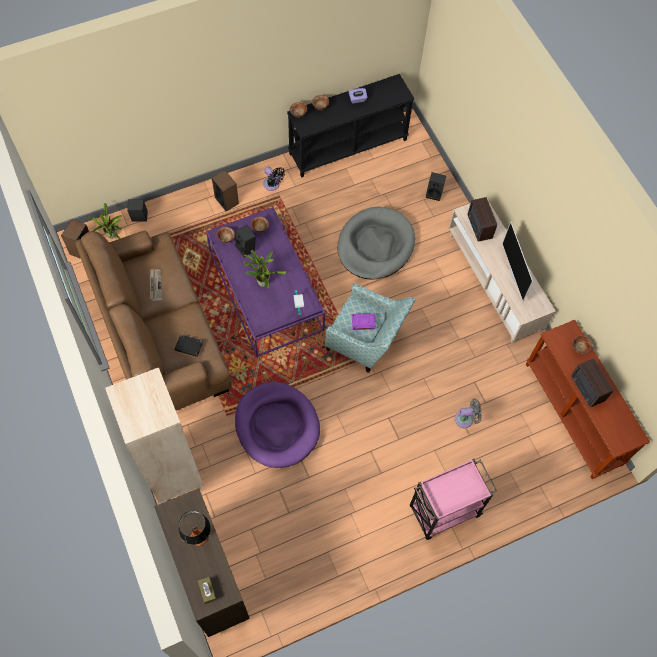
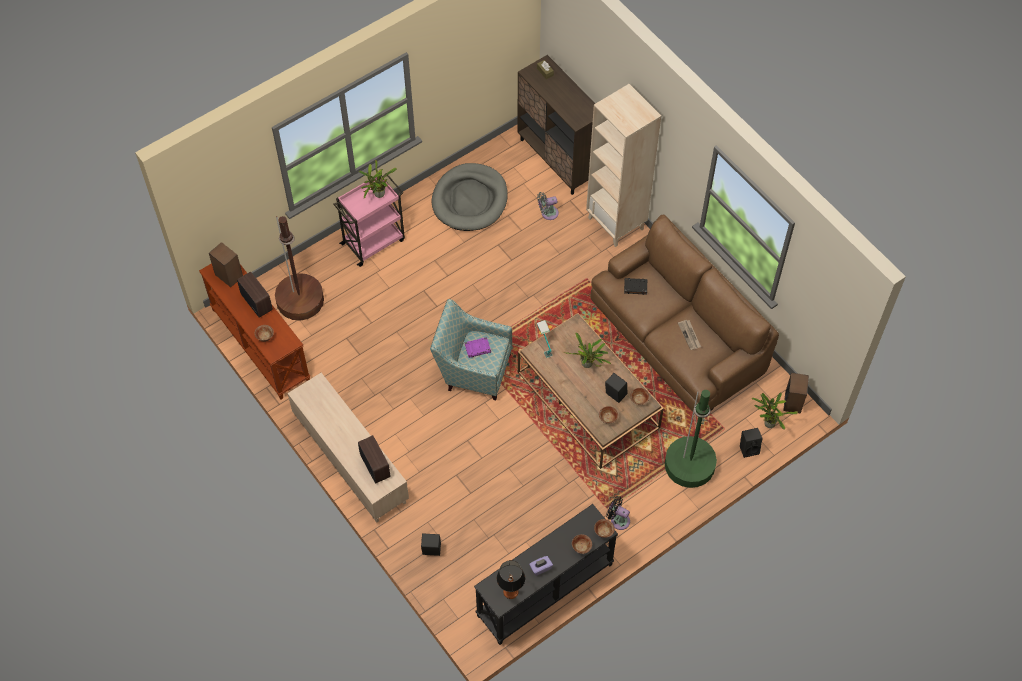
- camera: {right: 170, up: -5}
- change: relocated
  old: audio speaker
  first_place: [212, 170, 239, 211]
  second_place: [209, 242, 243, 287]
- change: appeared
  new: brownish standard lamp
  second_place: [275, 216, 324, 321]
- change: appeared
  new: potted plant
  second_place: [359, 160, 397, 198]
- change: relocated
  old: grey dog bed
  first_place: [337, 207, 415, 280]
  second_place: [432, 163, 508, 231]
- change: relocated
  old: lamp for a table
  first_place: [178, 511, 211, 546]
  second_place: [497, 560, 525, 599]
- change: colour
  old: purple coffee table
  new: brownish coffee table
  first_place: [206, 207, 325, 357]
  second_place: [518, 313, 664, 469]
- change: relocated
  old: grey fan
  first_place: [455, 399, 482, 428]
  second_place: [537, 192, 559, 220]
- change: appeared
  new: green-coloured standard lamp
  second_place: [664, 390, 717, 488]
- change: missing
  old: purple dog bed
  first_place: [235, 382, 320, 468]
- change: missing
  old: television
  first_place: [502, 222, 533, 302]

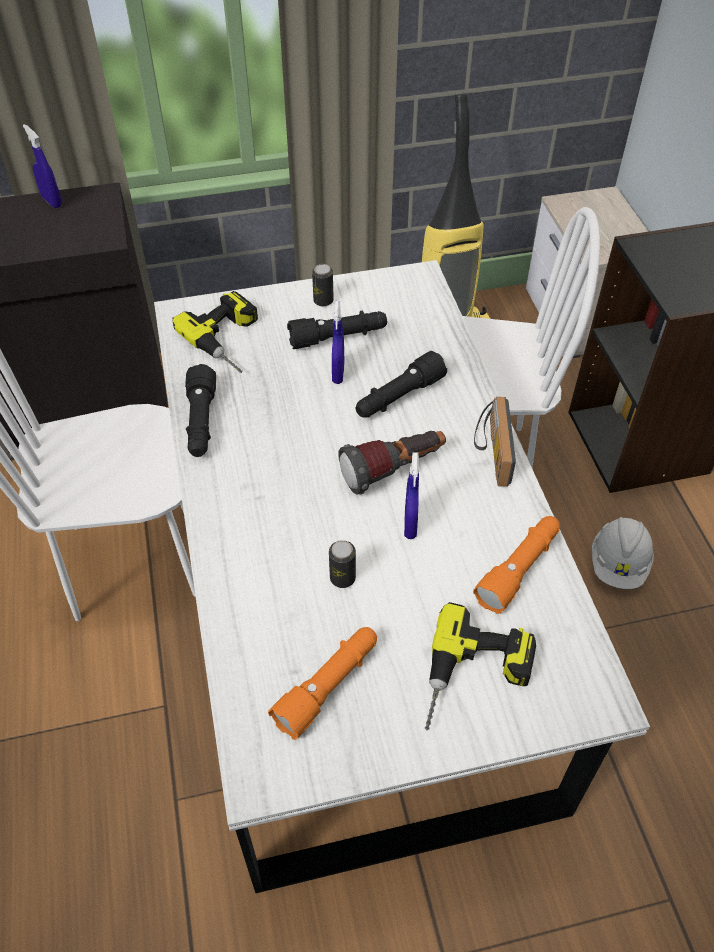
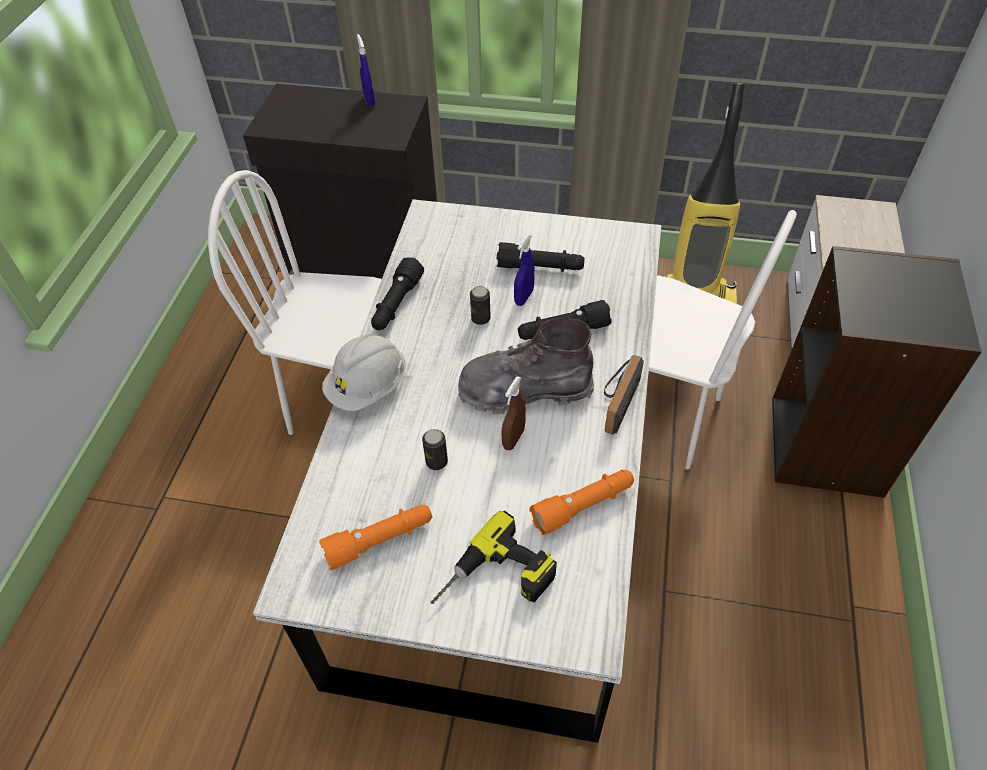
- camera: {right: 25, up: 0}
- change: relocated
  old: white hard hat
  first_place: [592, 517, 654, 589]
  second_place: [322, 333, 406, 411]
- change: exchanged
  old: hand torch
  new: grey boot
  first_place: [338, 431, 446, 495]
  second_place: [458, 318, 594, 414]
- change: relocated
  old: sealed can
  first_place: [312, 264, 334, 307]
  second_place: [470, 286, 491, 325]
- change: colour
  old: bluish hand sprayer
  new: brownish hand sprayer
  first_place: [404, 452, 419, 539]
  second_place: [502, 376, 526, 450]
- change: missing
  old: power drill
  first_place: [172, 291, 258, 373]

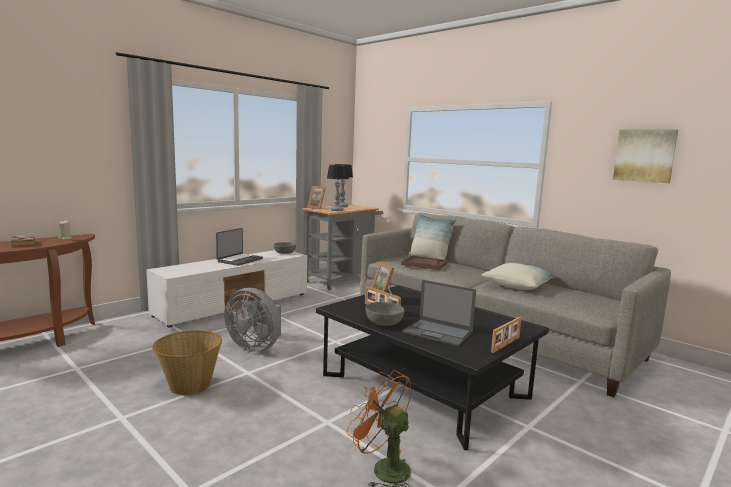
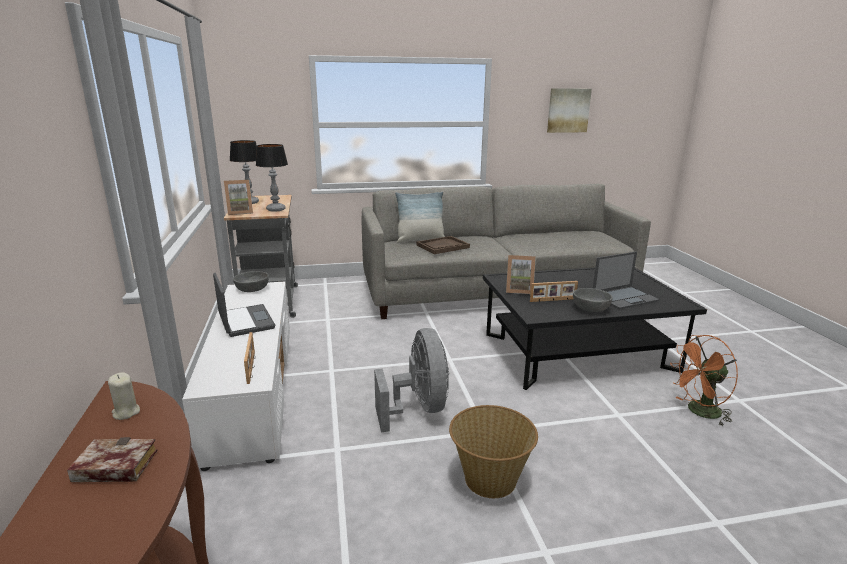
- camera: {right: -55, up: 10}
- change: relocated
  old: standing frame
  first_place: [491, 317, 522, 353]
  second_place: [244, 332, 256, 384]
- change: spun
  old: grey fan
  first_place: [224, 288, 281, 352]
  second_place: [374, 328, 449, 432]
  degrees: -75
- change: missing
  old: throw pillow
  first_place: [482, 262, 556, 290]

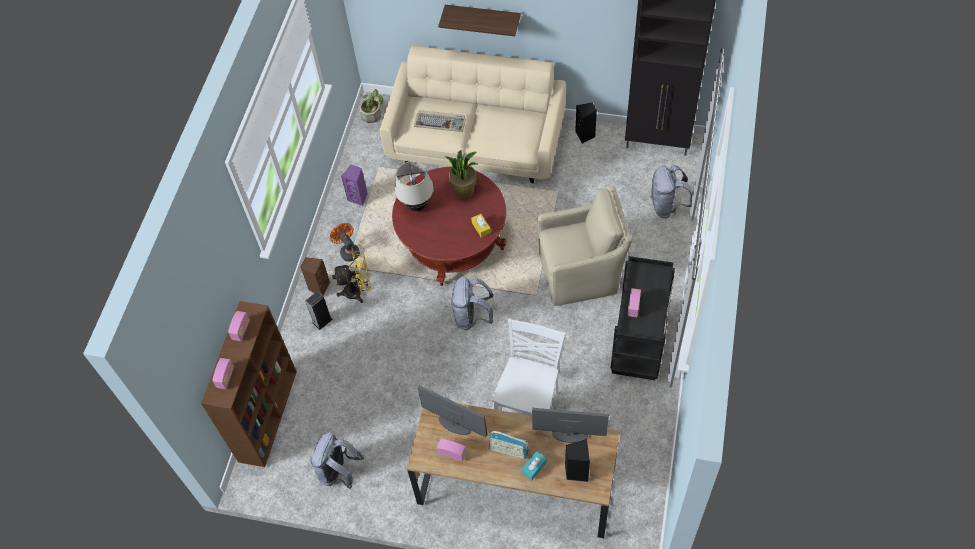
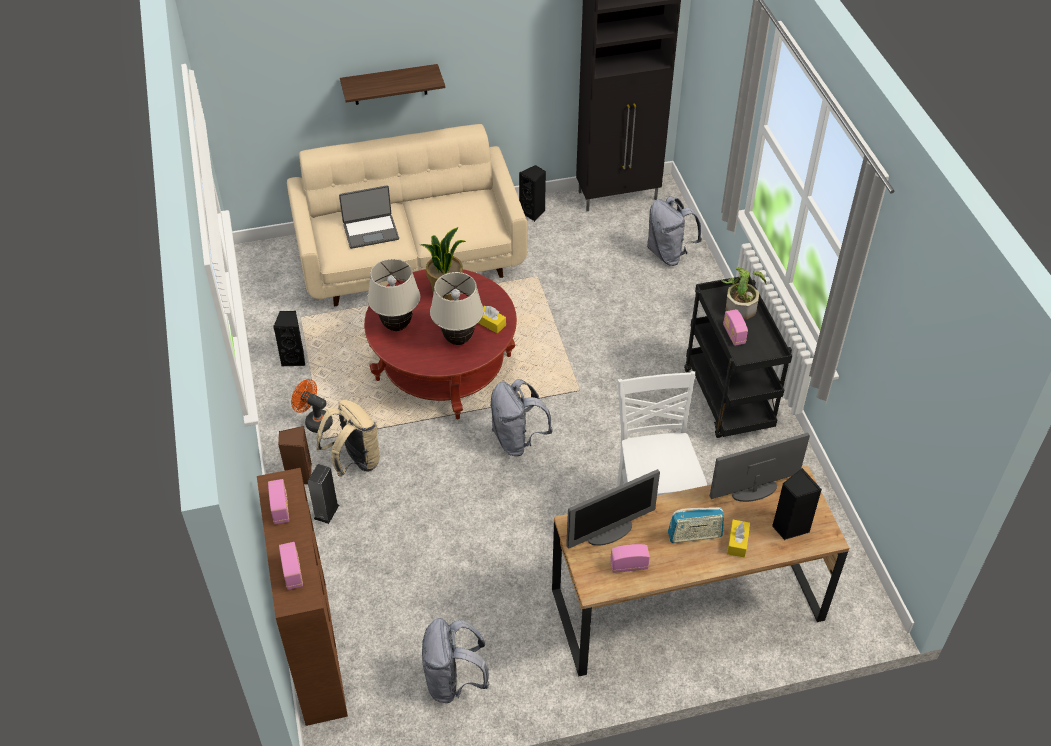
- camera: {right: -30, up: -10}
- change: colour
  old: purple audio speaker
  new: black-coloured audio speaker
  first_place: [341, 165, 368, 206]
  second_place: [273, 311, 305, 366]
- change: exchanged
  old: yellowish fan
  new: beige-coloured backpack
  first_place: [332, 251, 371, 303]
  second_place: [316, 400, 380, 477]
- change: exchanged
  old: computer keyboard
  new: laptop
  first_place: [414, 110, 466, 132]
  second_place: [339, 185, 399, 249]
- change: appeared
  new: beige-coloured lamp for a table
  second_place: [430, 272, 484, 345]
- change: spun
  old: computer screen
  first_place: [418, 386, 487, 437]
  second_place: [566, 469, 660, 549]
  degrees: 150
- change: relocated
  old: potted plant
  first_place: [359, 89, 383, 123]
  second_place: [721, 267, 766, 320]
- change: colour
  old: turquoise-coloured box of tissues
  new: yellowish box of tissues
  first_place: [522, 451, 547, 480]
  second_place: [727, 520, 750, 557]
- change: missing
  old: beige-coloured lounge chair
  first_place: [538, 186, 632, 306]

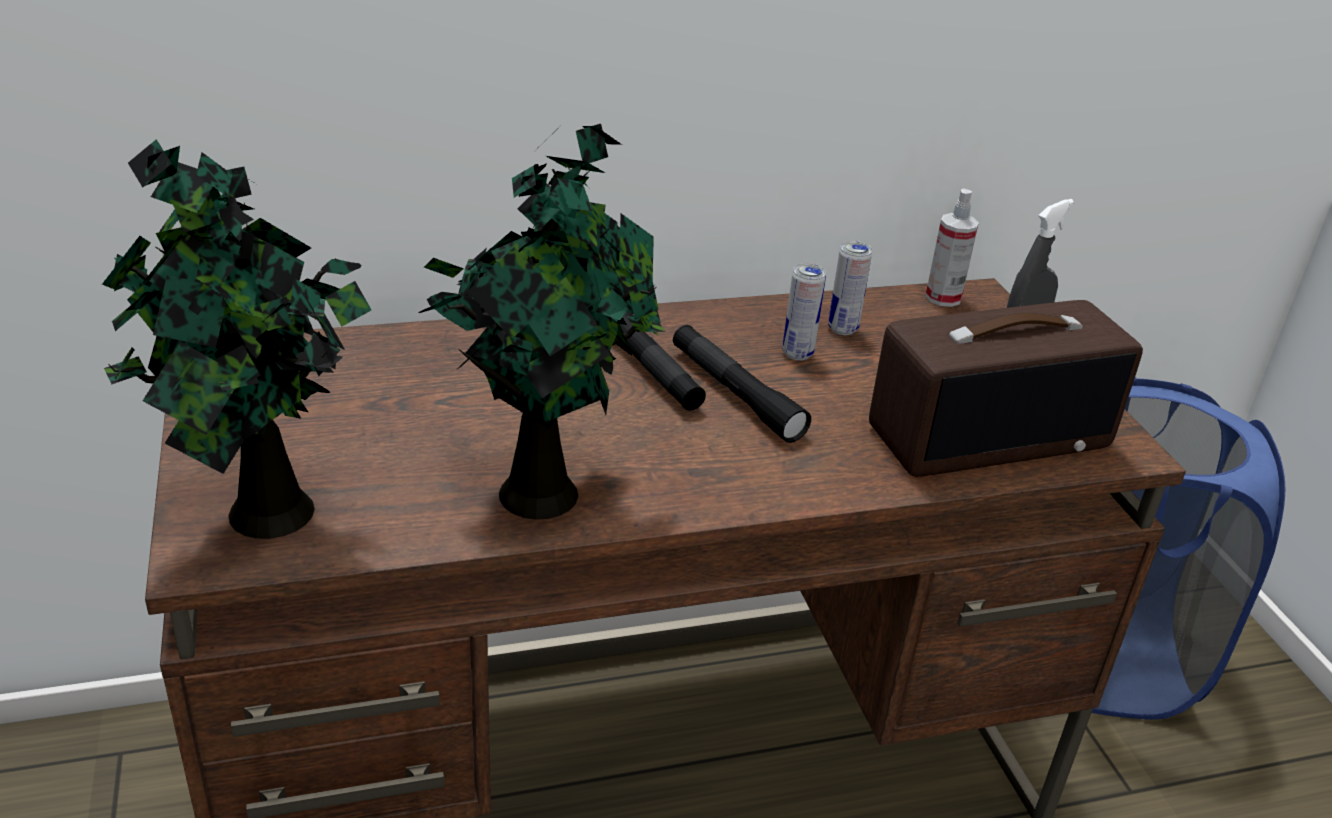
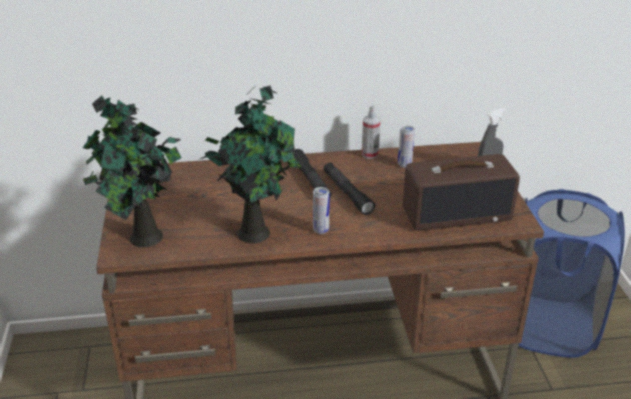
- camera: {right: 10, up: 0}
- change: relocated
  old: sealed can
  first_place: [782, 263, 826, 360]
  second_place: [313, 187, 330, 234]
- change: relocated
  old: hand sprayer
  first_place: [925, 188, 979, 307]
  second_place: [362, 105, 380, 159]

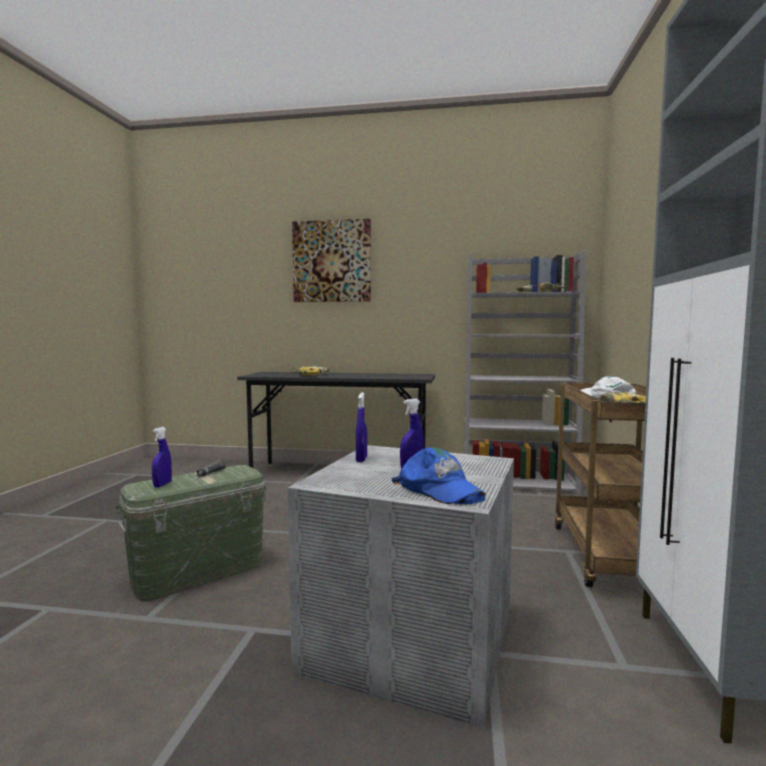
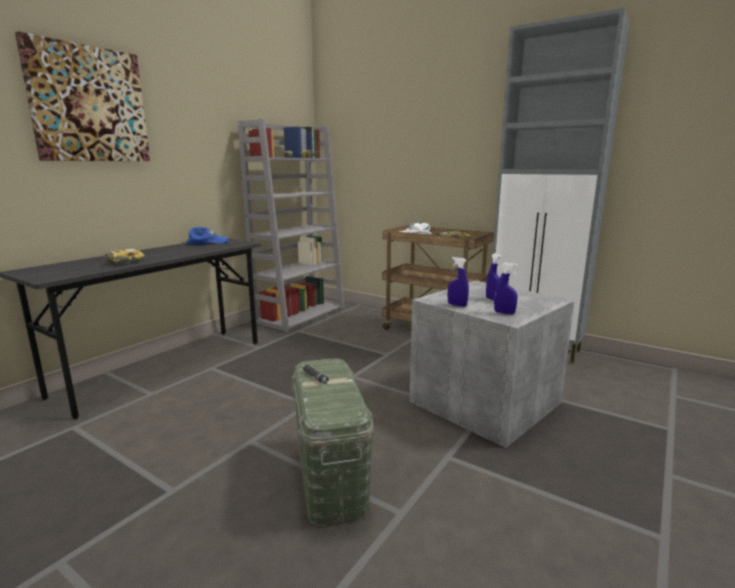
- camera: {right: -65, up: 10}
- change: relocated
  old: bluish peaked cap
  first_place: [391, 447, 486, 504]
  second_place: [186, 227, 229, 245]
- change: relocated
  old: bluish hand sprayer
  first_place: [152, 427, 172, 487]
  second_place: [494, 263, 518, 315]

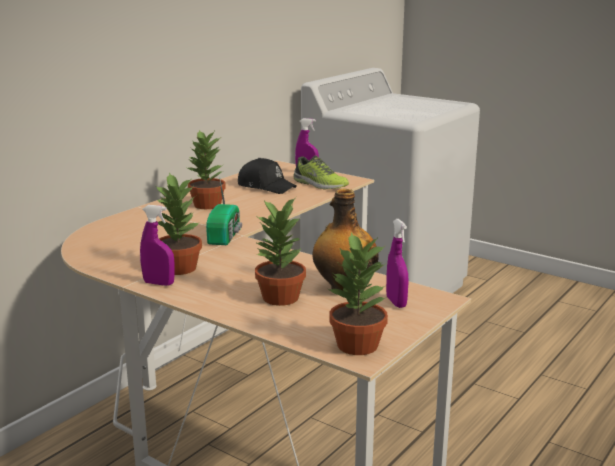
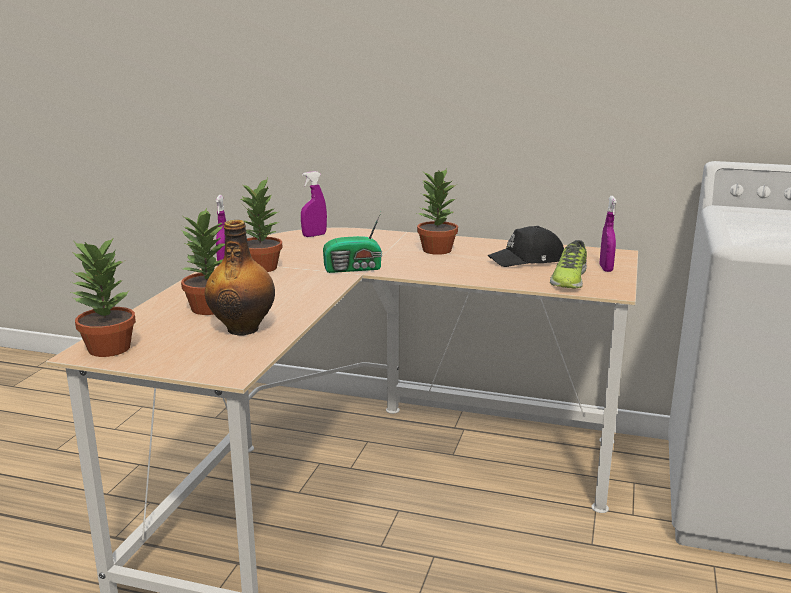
- camera: {right: 70, up: 0}
- change: relocated
  old: purple hand sprayer
  first_place: [386, 219, 409, 308]
  second_place: [301, 171, 327, 237]
- change: spun
  old: black-coloured peaked cap
  first_place: [238, 158, 297, 194]
  second_place: [488, 226, 564, 267]
  degrees: 60

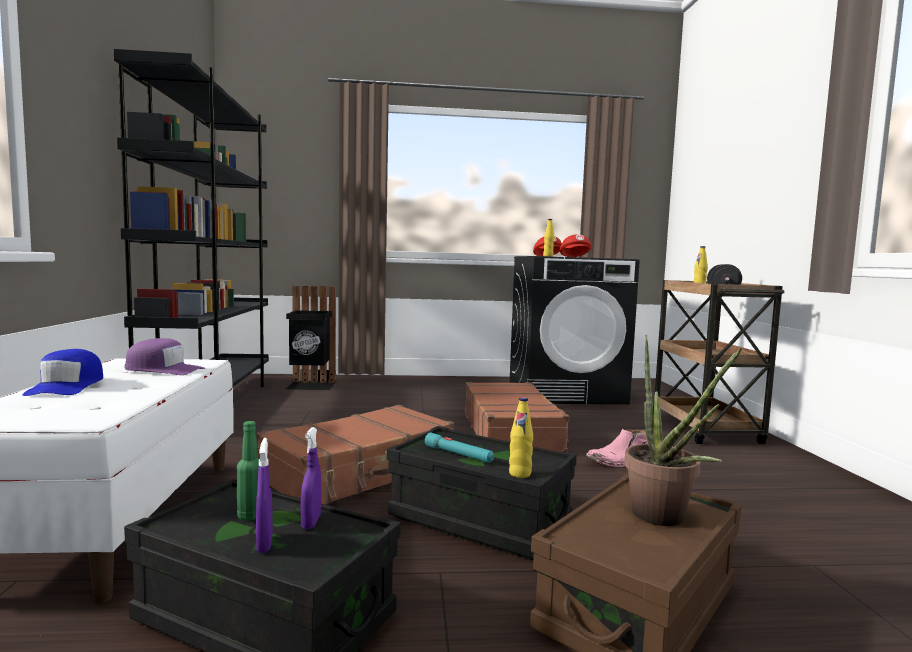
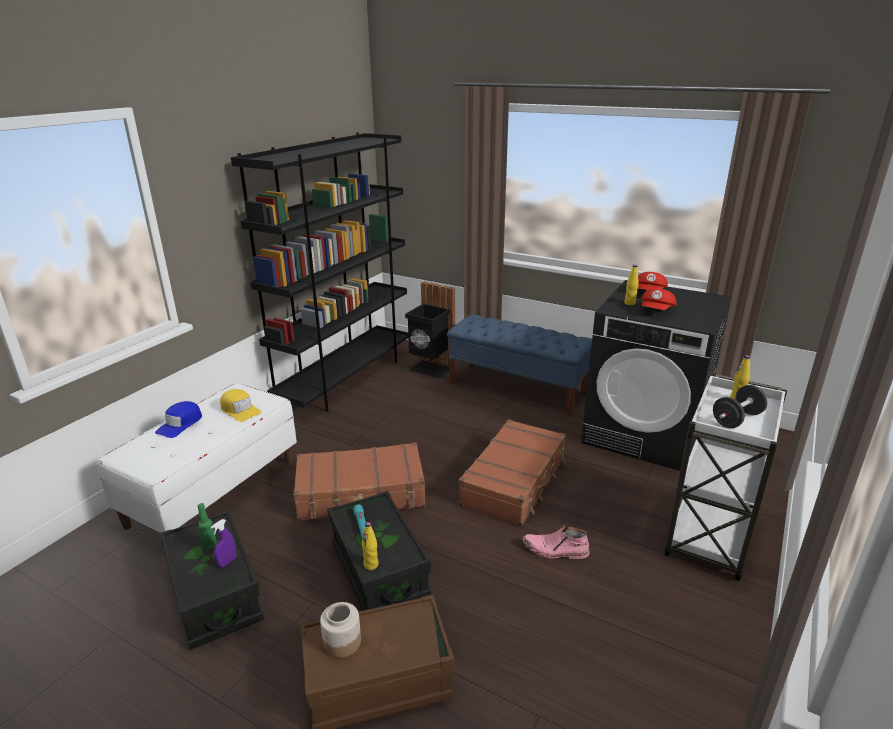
- camera: {right: 35, up: 20}
- change: colour
  old: purple peaked cap
  new: yellowish peaked cap
  first_place: [125, 338, 205, 375]
  second_place: [220, 389, 262, 422]
- change: appeared
  new: jar
  second_place: [320, 602, 361, 658]
- change: appeared
  new: bluish indoor bench
  second_place: [447, 315, 592, 416]
- change: colour
  old: brownish trolley
  new: white trolley
  first_place: [653, 280, 785, 444]
  second_place: [664, 374, 787, 581]
- change: missing
  old: purple hand sprayer
  first_place: [256, 438, 273, 553]
- change: missing
  old: potted plant
  first_place: [624, 335, 743, 526]

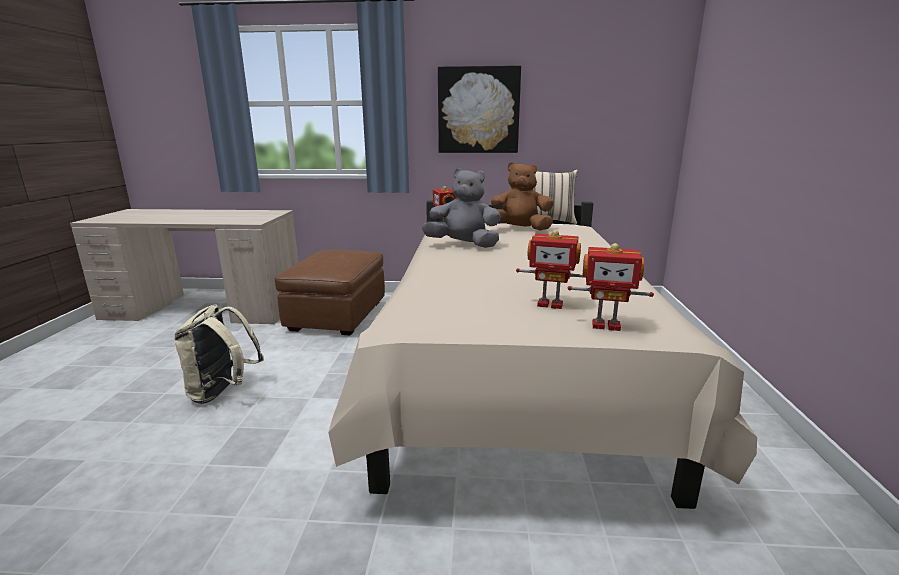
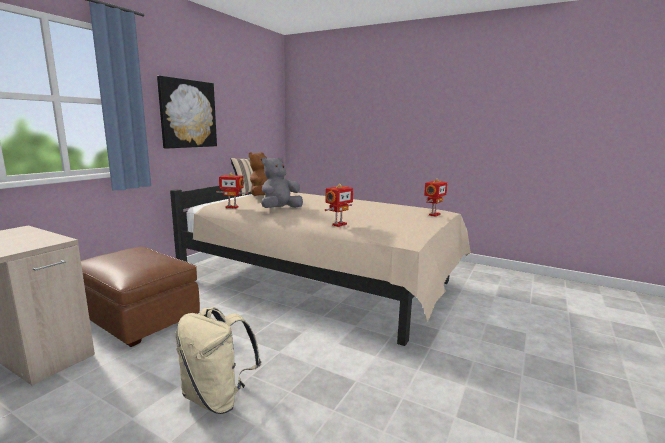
- camera: {right: -65, up: -5}
- change: relocated
  old: robot figure
  first_place: [516, 230, 585, 309]
  second_place: [325, 184, 353, 227]

